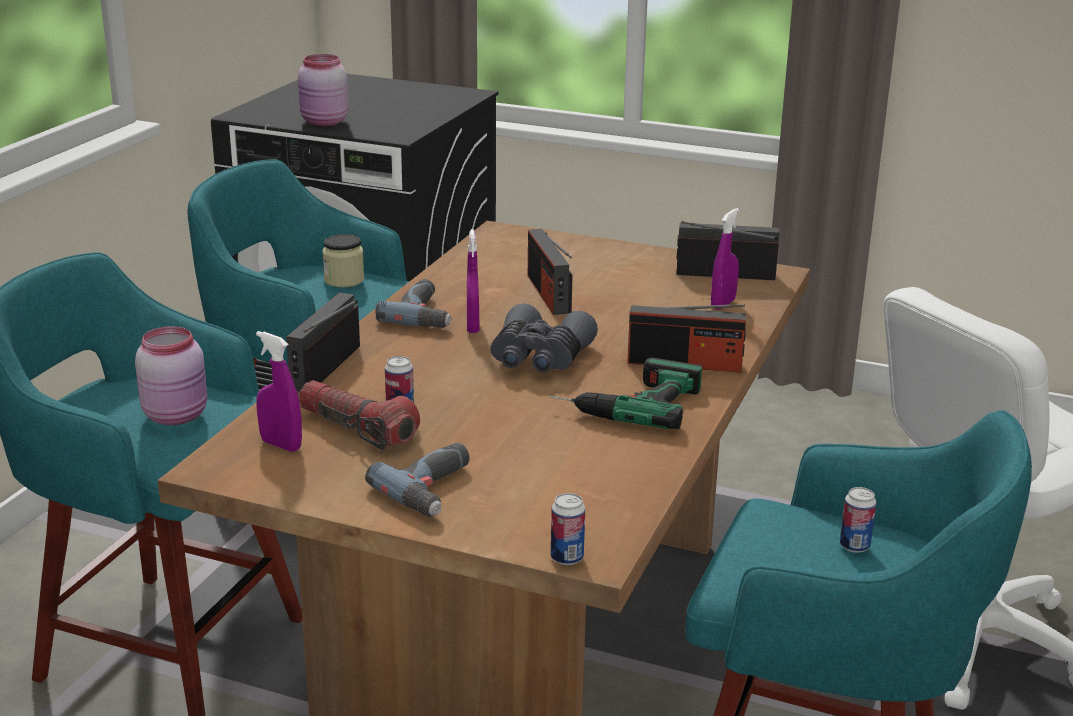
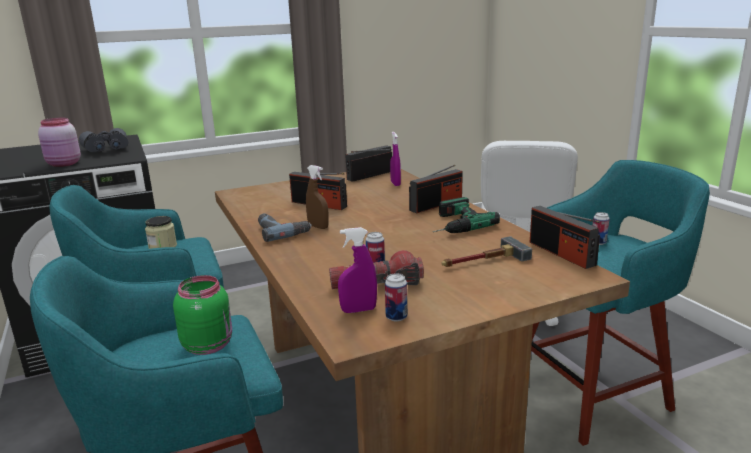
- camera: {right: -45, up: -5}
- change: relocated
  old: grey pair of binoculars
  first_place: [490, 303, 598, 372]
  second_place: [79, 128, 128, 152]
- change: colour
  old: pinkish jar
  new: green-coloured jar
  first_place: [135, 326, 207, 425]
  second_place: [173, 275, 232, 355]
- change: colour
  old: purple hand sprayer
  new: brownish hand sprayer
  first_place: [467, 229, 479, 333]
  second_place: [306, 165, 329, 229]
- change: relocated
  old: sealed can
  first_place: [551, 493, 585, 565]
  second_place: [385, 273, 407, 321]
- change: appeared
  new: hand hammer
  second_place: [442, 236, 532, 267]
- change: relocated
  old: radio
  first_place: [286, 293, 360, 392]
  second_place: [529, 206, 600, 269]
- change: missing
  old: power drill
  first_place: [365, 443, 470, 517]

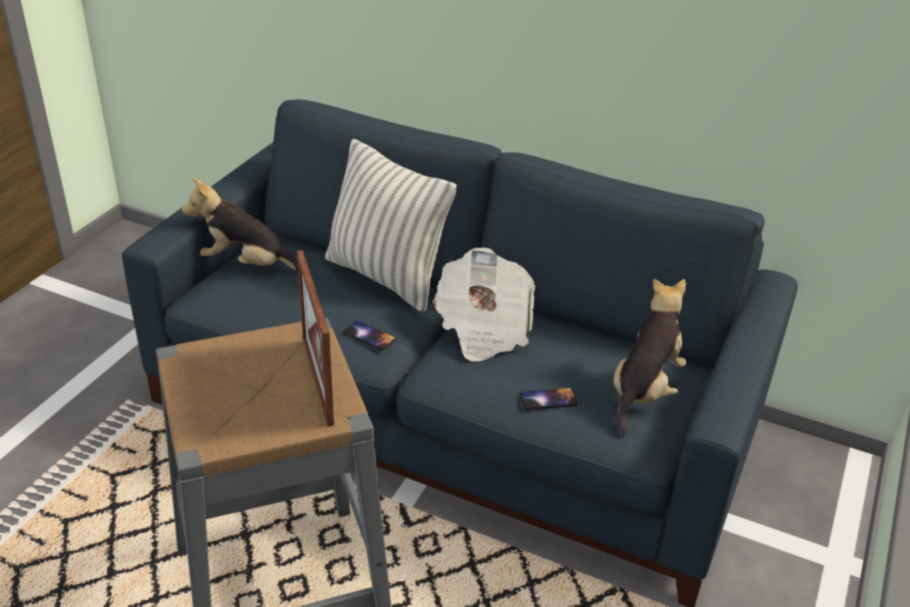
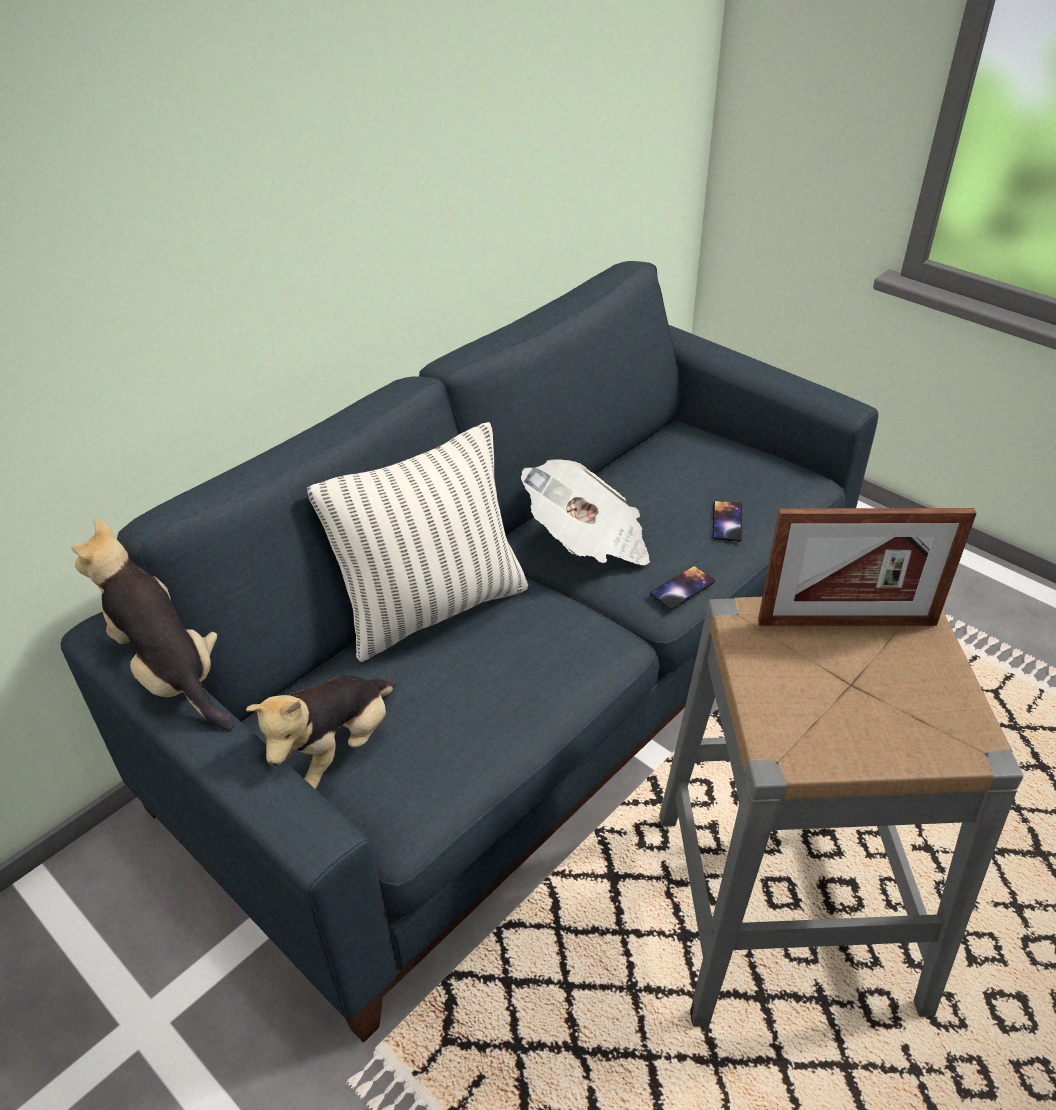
- camera: {right: -70, up: 5}
- change: relocated
  old: cuddly toy
  first_place: [613, 278, 686, 437]
  second_place: [71, 519, 235, 730]
- change: relocated
  old: handset
  first_place: [343, 320, 396, 351]
  second_place: [650, 566, 715, 610]

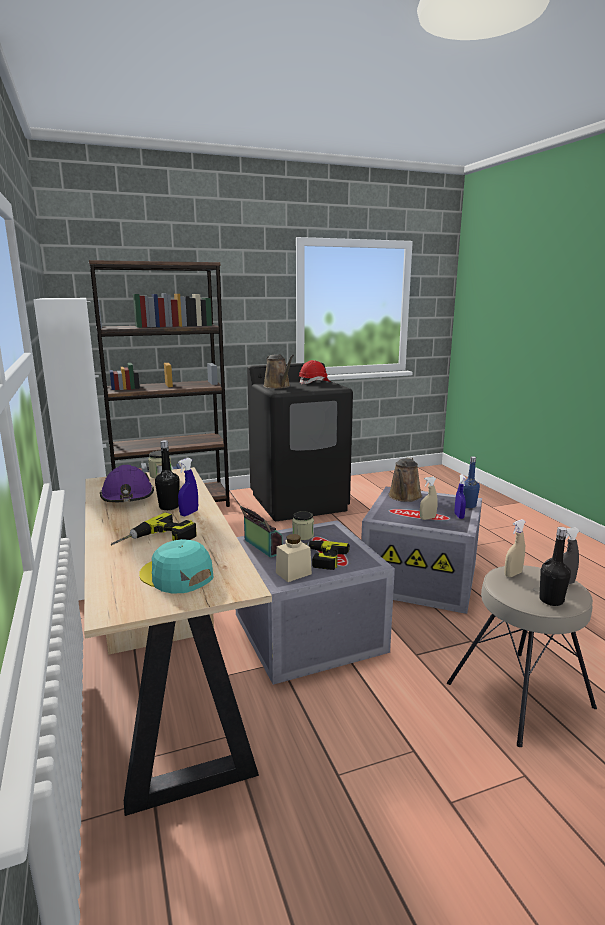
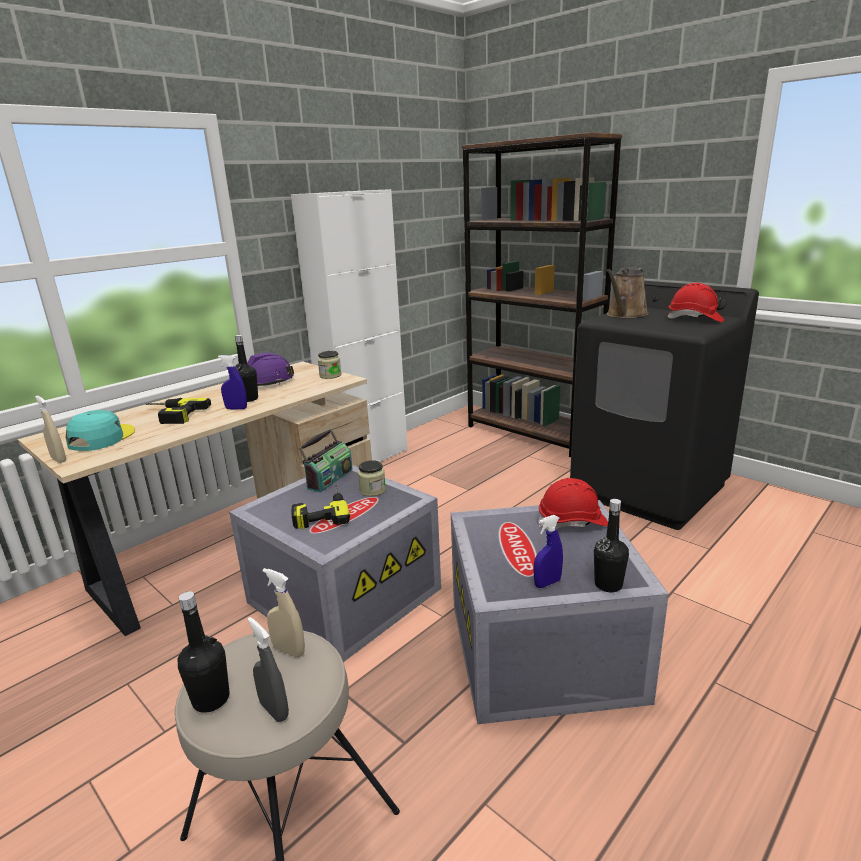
- camera: {right: 65, up: 5}
- change: relocated
  old: beige-coloured hand sprayer
  first_place: [420, 477, 438, 520]
  second_place: [35, 396, 67, 463]
- change: exchanged
  old: brownish watering can
  new: reddish hard hat
  first_place: [388, 457, 422, 502]
  second_place: [538, 478, 608, 529]
- change: colour
  old: bluish beverage bottle
  new: black-coloured beverage bottle
  first_place: [463, 456, 480, 508]
  second_place: [594, 499, 629, 592]
- change: missing
  old: beige-coloured jar
  first_place: [276, 534, 312, 582]

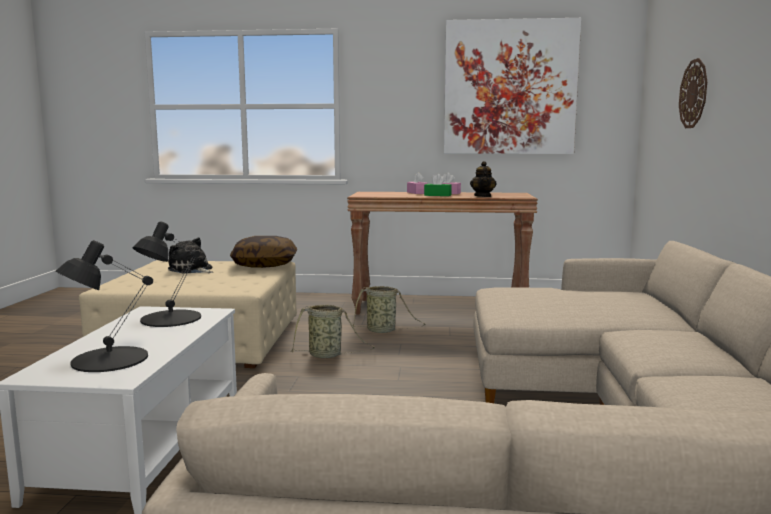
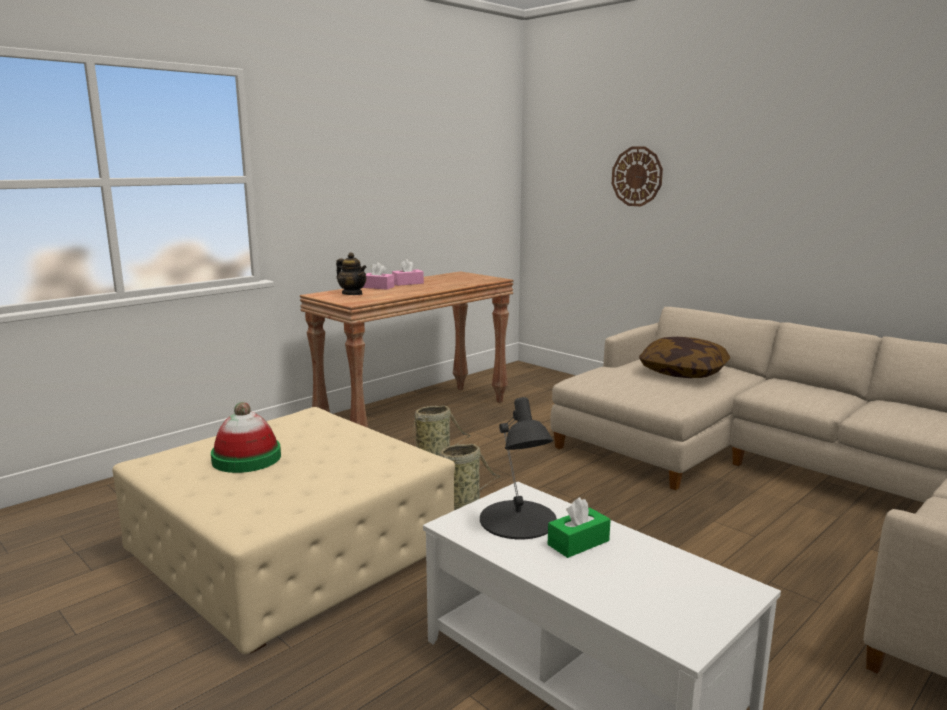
- camera: {right: -50, up: 5}
- change: exchanged
  old: cuddly toy
  new: hat
  first_place: [168, 237, 213, 274]
  second_place: [211, 402, 281, 473]
- change: relocated
  old: pot for tea
  first_place: [470, 161, 496, 197]
  second_place: [336, 252, 367, 295]
- change: relocated
  old: green-coloured box of tissues
  first_place: [424, 174, 452, 196]
  second_place: [548, 497, 611, 558]
- change: relocated
  old: throw pillow
  first_place: [230, 236, 297, 268]
  second_place: [639, 337, 730, 378]
- change: missing
  old: black-coloured lamp for a table
  first_place: [55, 240, 153, 372]
- change: missing
  old: wall art
  first_place: [444, 18, 581, 154]

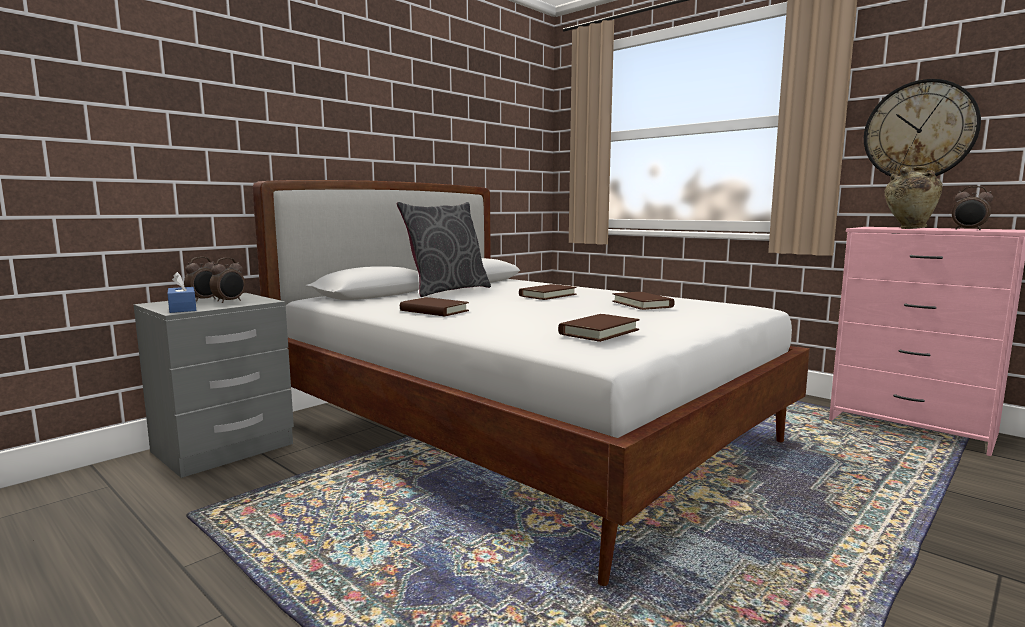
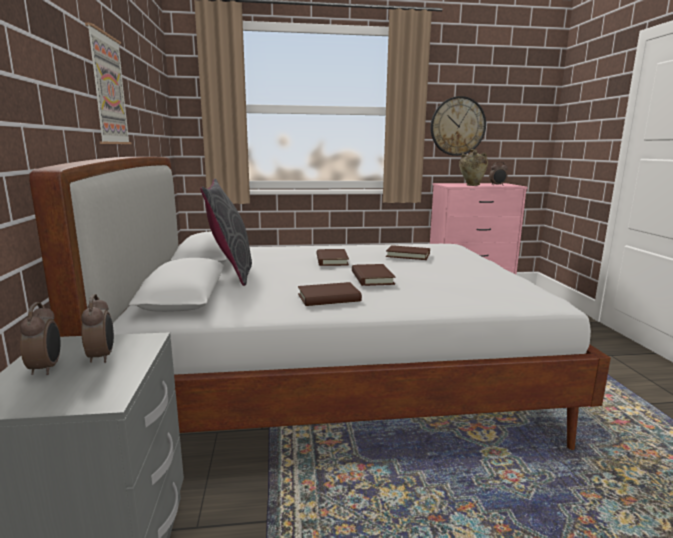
- camera: {right: -50, up: 5}
- change: appeared
  new: wall art
  second_place: [85, 23, 132, 144]
- change: relocated
  old: brownish volume
  first_place: [558, 314, 640, 342]
  second_place: [352, 264, 396, 286]
- change: missing
  old: bluish box of tissues
  first_place: [168, 272, 196, 313]

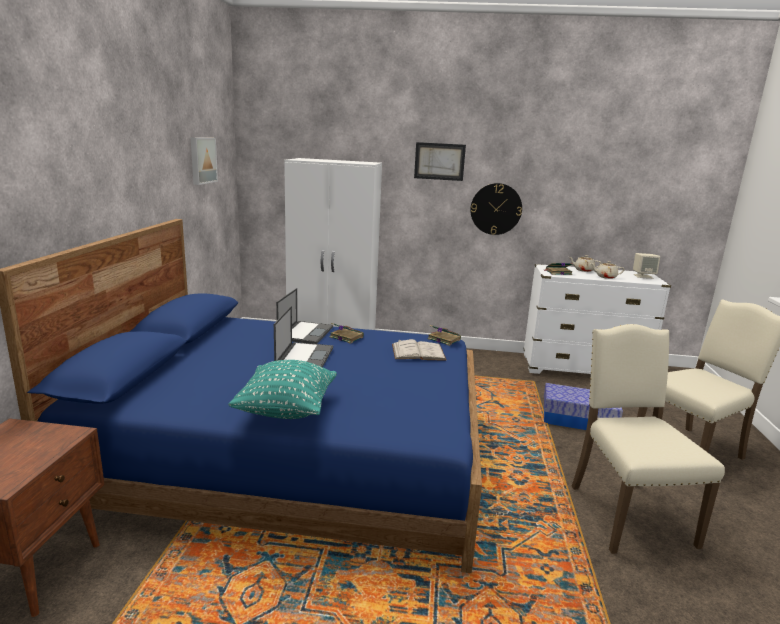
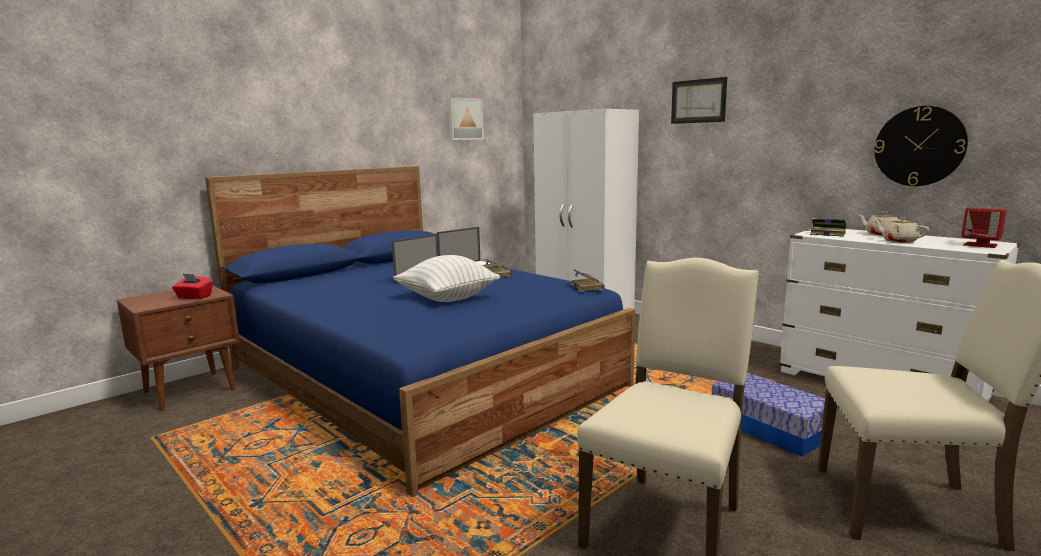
- camera: {right: 40, up: -5}
- change: appeared
  new: reddish box of tissues
  second_place: [172, 273, 213, 299]
- change: appeared
  new: white throw pillow
  second_place: [393, 255, 500, 302]
- change: relocated
  old: wall clock
  first_place: [470, 183, 522, 235]
  second_place: [874, 106, 968, 186]
- change: colour
  old: beige-coloured audio speaker
  new: reddish audio speaker
  first_place: [633, 253, 660, 279]
  second_place: [961, 207, 1006, 248]
- change: missing
  old: turquoise-coloured throw pillow
  first_place: [228, 360, 337, 419]
- change: missing
  old: white volume
  first_place: [392, 339, 447, 361]

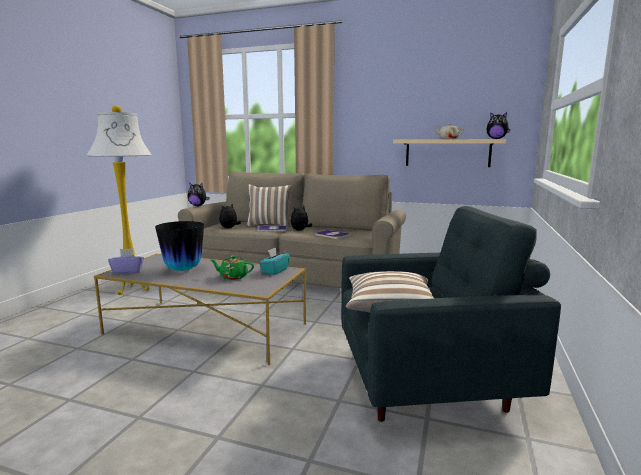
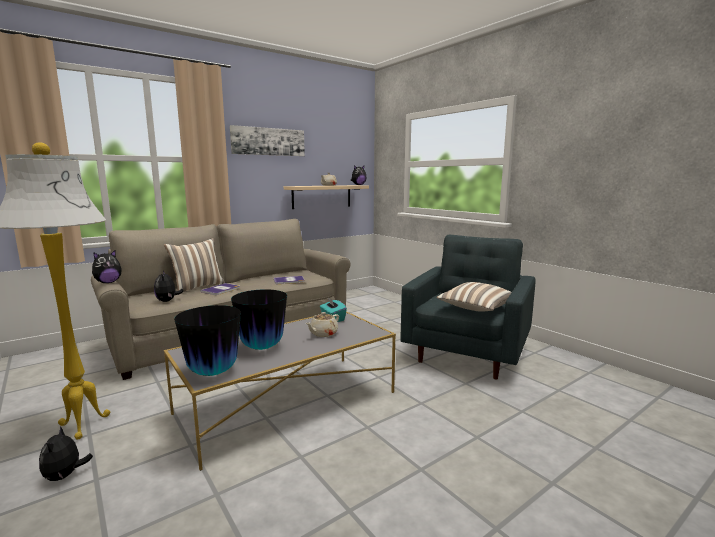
- camera: {right: -55, up: 0}
- change: relocated
  old: cuddly toy
  first_place: [290, 206, 312, 230]
  second_place: [39, 426, 93, 481]
- change: exchanged
  old: purple box of tissues
  new: vase
  first_place: [108, 248, 144, 274]
  second_place: [174, 305, 241, 376]
- change: appeared
  new: wall art
  second_place: [230, 125, 305, 156]
- change: colour
  old: green-coloured pot for tea
  new: beige-coloured pot for tea
  first_place: [211, 256, 254, 280]
  second_place: [306, 312, 339, 337]

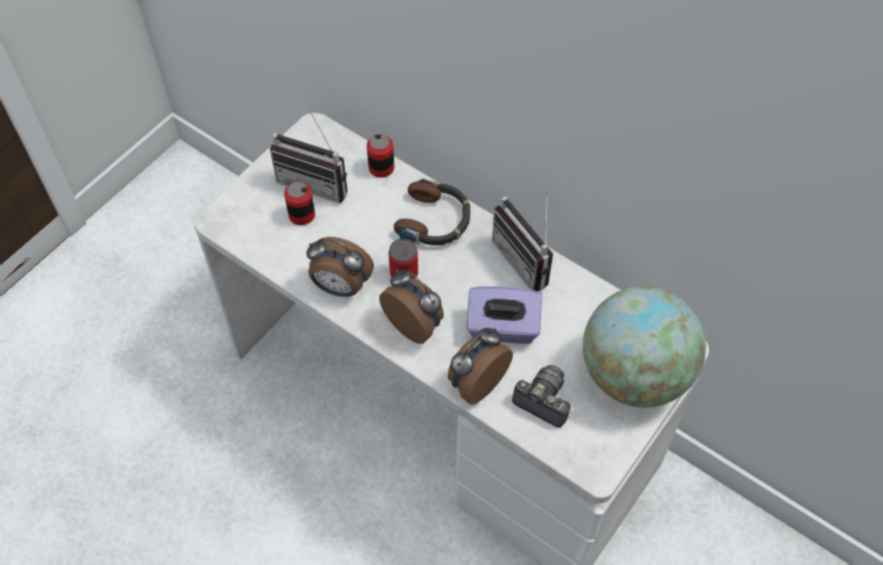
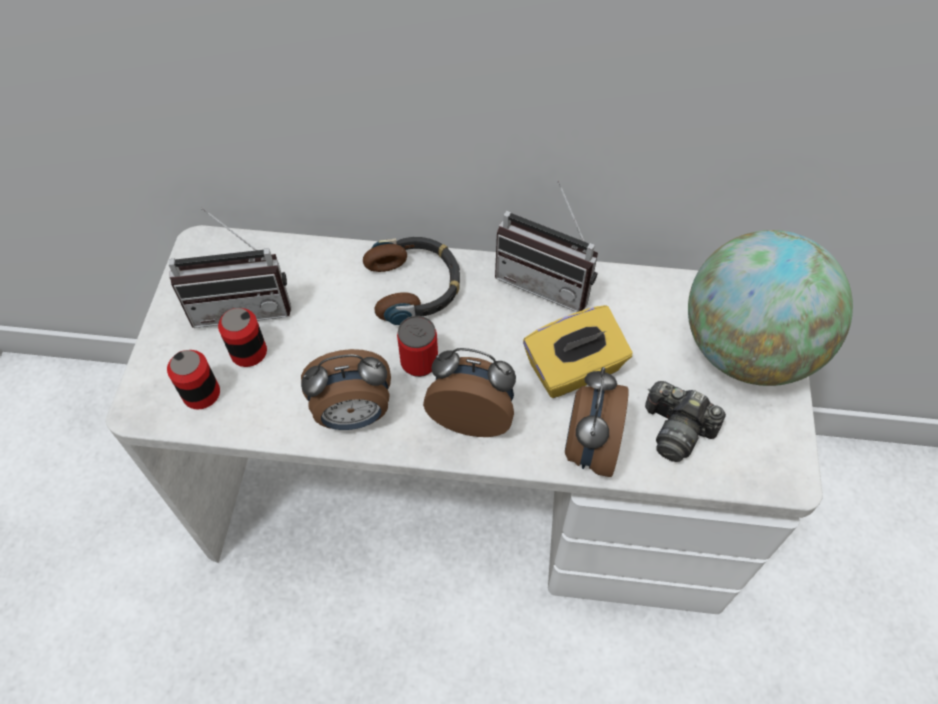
- camera: {right: -30, up: 0}
- change: relocated
  old: sealed can
  first_place: [367, 134, 394, 178]
  second_place: [167, 350, 220, 409]
- change: colour
  old: purple box of tissues
  new: yellowish box of tissues
  first_place: [467, 286, 542, 344]
  second_place: [523, 305, 633, 398]
- change: spun
  old: photo camera
  first_place: [512, 365, 571, 428]
  second_place: [645, 381, 726, 462]
  degrees: -150

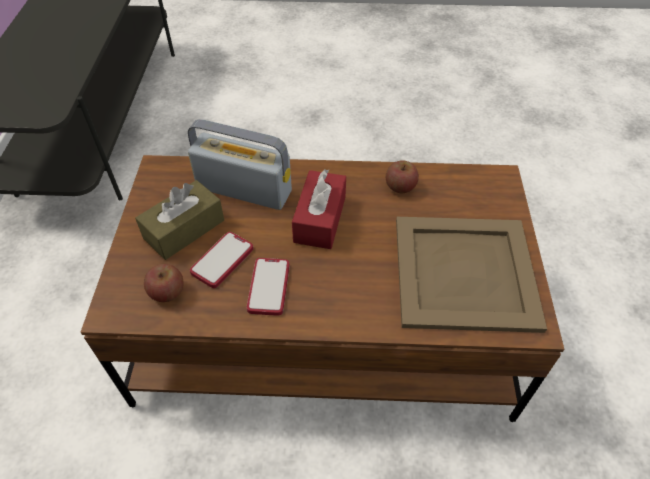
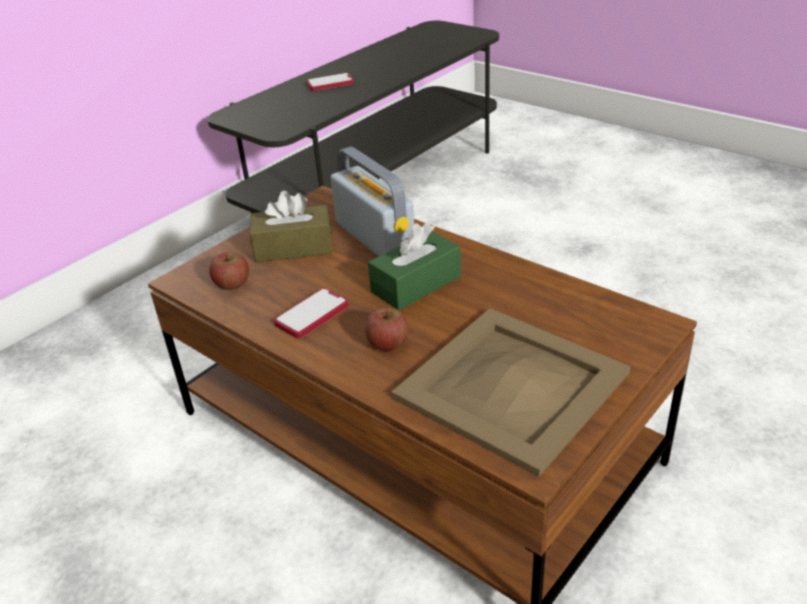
- camera: {right: 40, up: -15}
- change: relocated
  old: handset
  first_place: [190, 232, 253, 288]
  second_place: [307, 73, 354, 91]
- change: relocated
  old: apple
  first_place: [386, 160, 419, 193]
  second_place: [365, 307, 409, 351]
- change: colour
  old: reddish box of tissues
  new: green-coloured box of tissues
  first_place: [292, 169, 346, 249]
  second_place: [368, 223, 461, 310]

